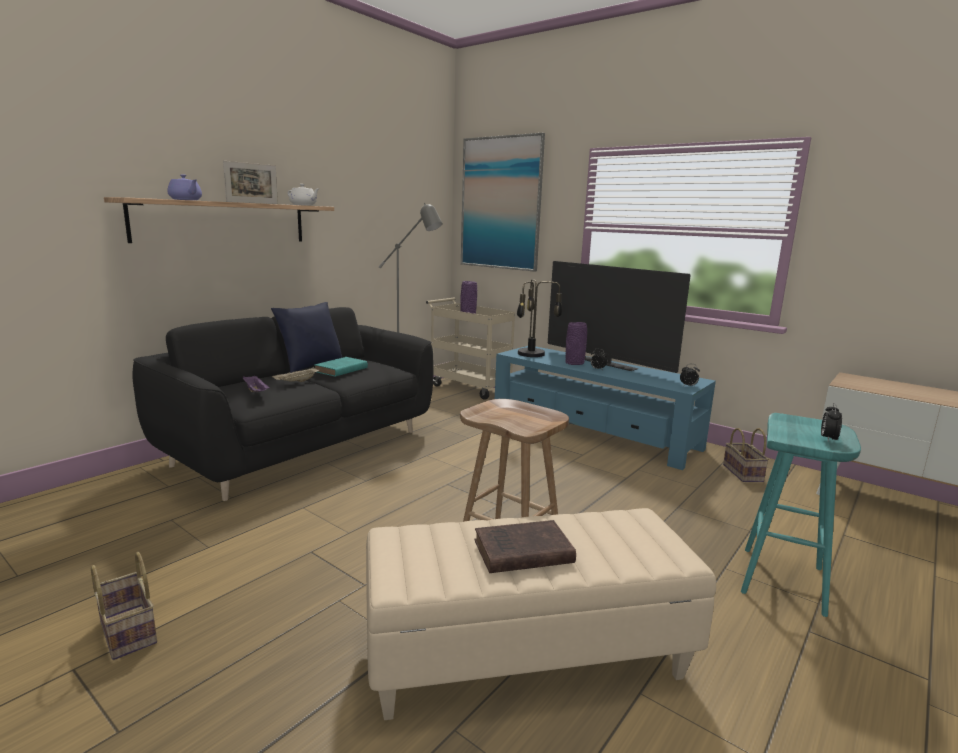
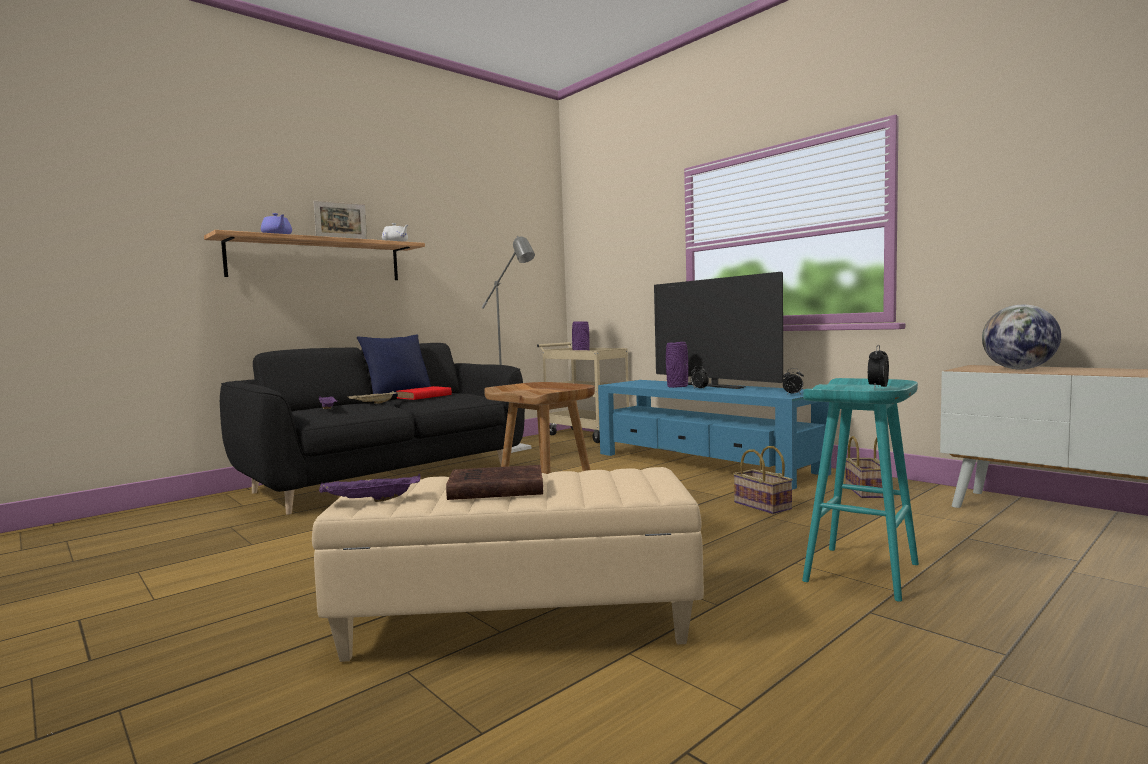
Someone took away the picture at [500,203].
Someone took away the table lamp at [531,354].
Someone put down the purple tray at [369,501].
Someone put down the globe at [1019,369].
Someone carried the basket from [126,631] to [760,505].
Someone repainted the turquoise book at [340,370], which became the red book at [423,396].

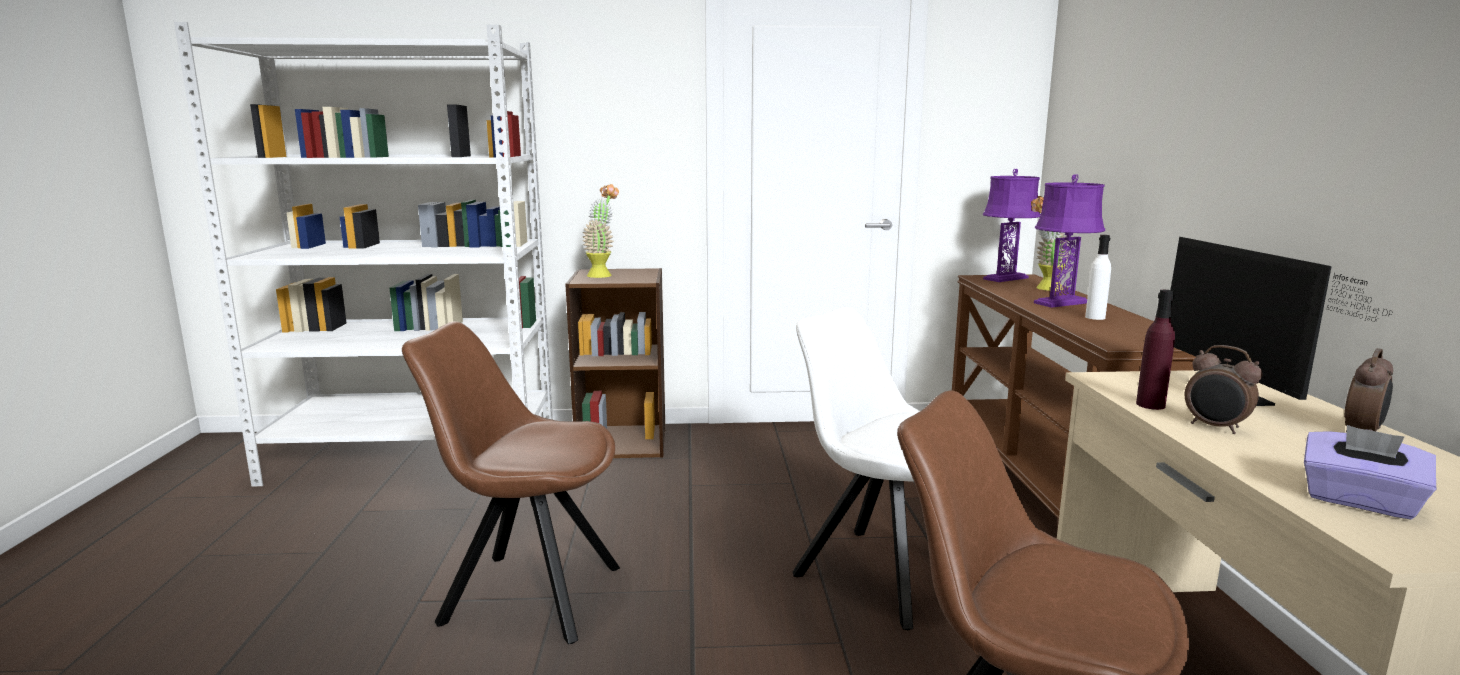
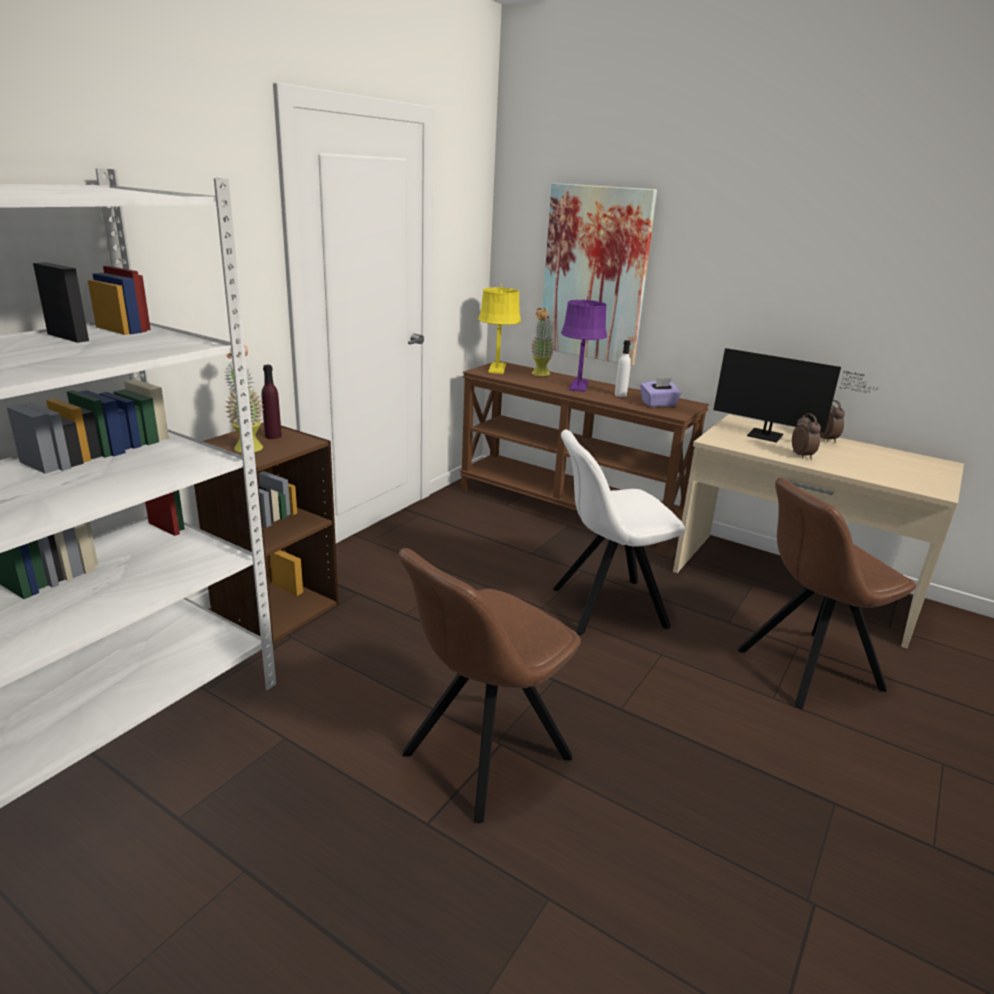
Someone put up the picture at [594,274].
Someone carried the purple bottle from [1150,405] to [273,436].
Someone carried the purple tissue box from [1359,501] to [659,404].
Someone repainted the purple table lamp at [1006,278], which became the yellow table lamp at [497,369].
Someone rotated the alarm clock at [1215,427] by 90 degrees counterclockwise.

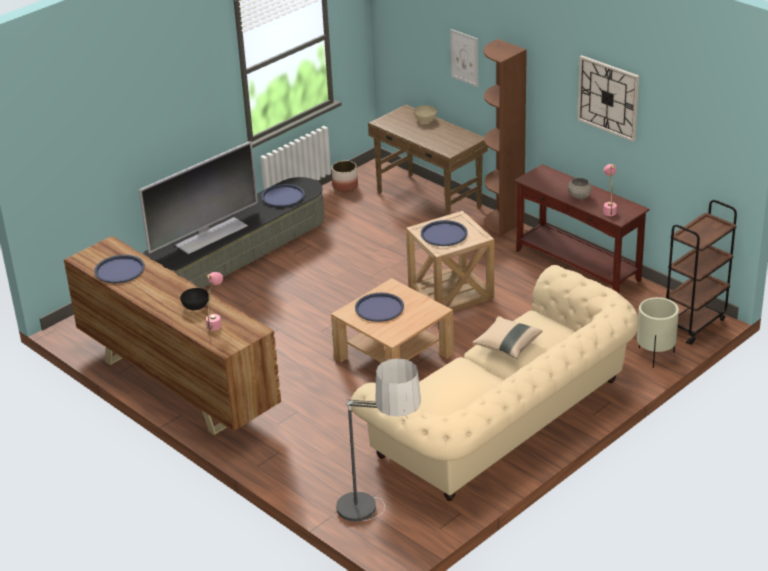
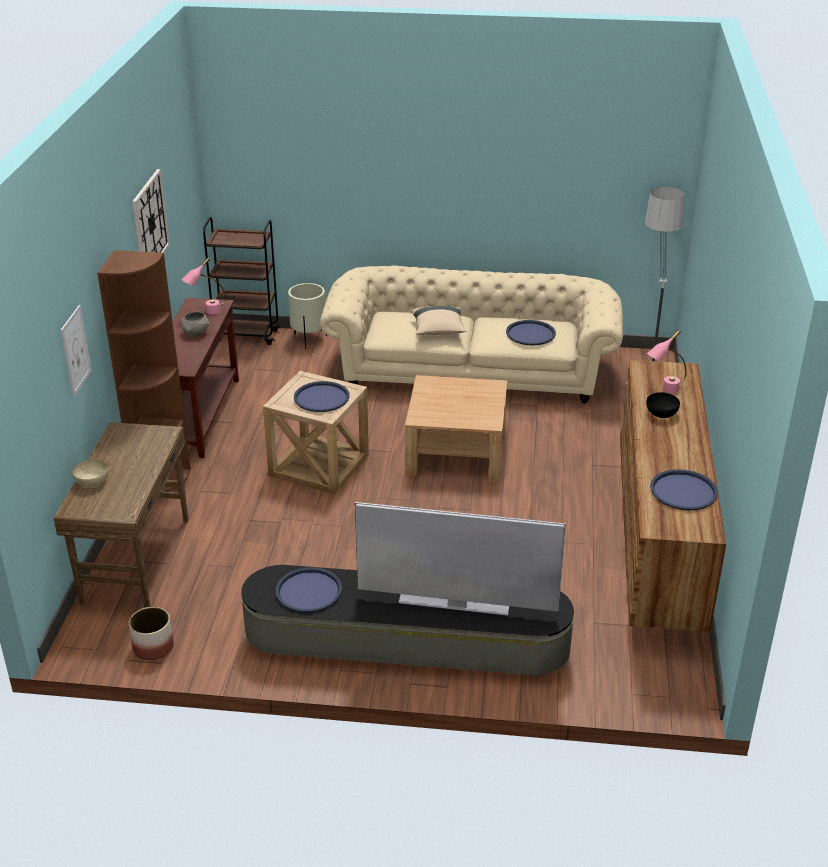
Someone carried the blue tray from [379,308] to [530,333].

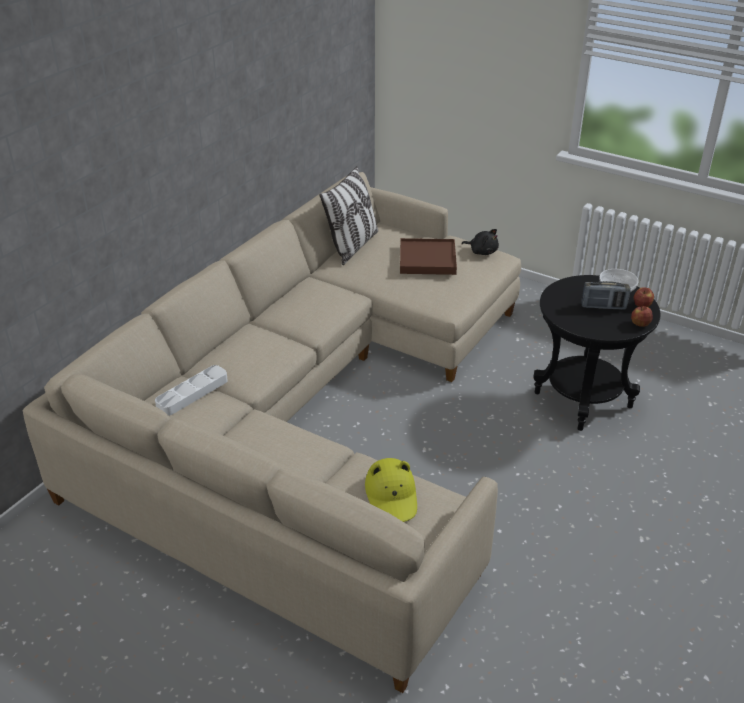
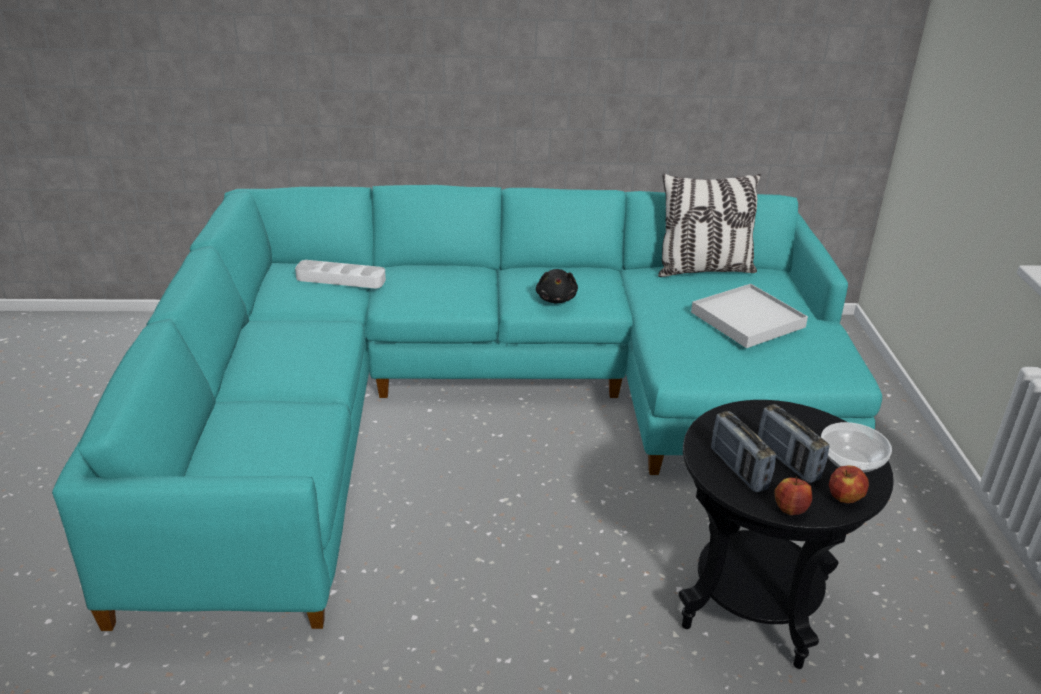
Someone took away the yellow hat at [392,496].
Someone put down the radio at [738,469].
Someone carried the black plush toy from [482,251] to [556,299].
Someone repainted the beige sofa at [313,417], which became the turquoise sofa at [478,402].
Someone repainted the brown tray at [427,259], which became the white tray at [748,320].

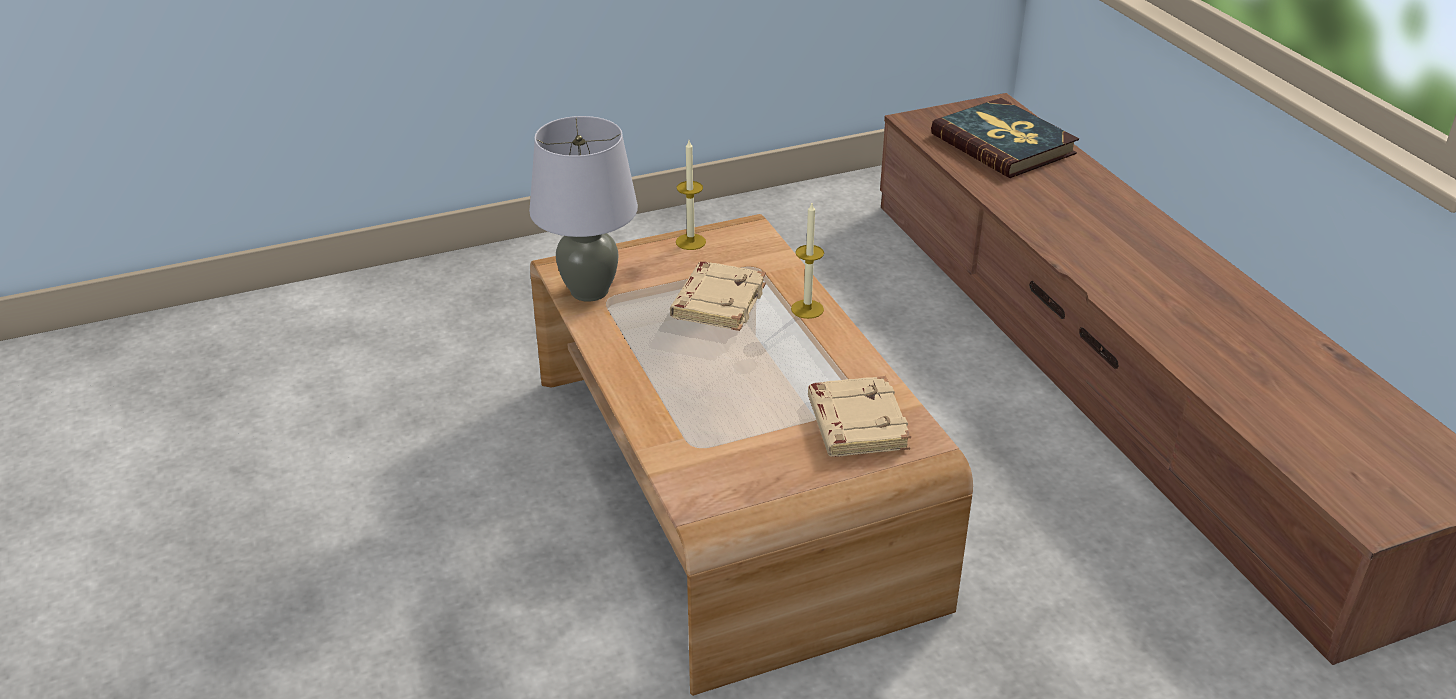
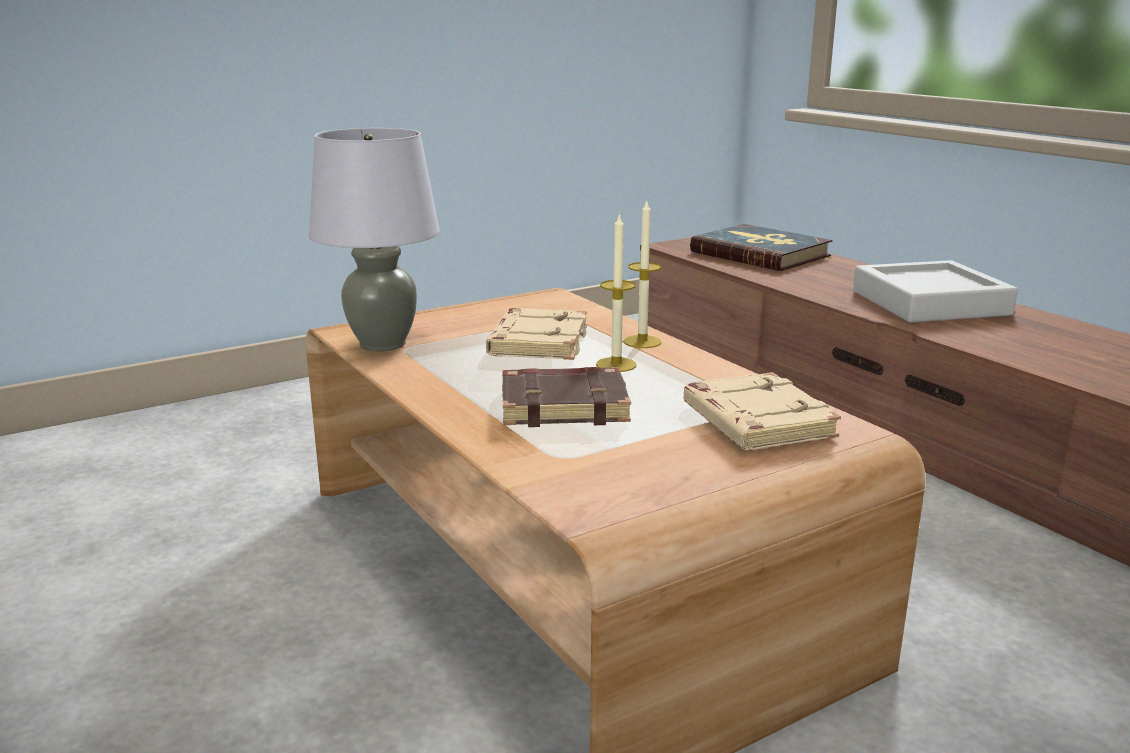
Someone put down the brown book at [565,406].
Someone put down the grey tray at [929,303].
Someone carried the candle from [690,242] to [616,364].

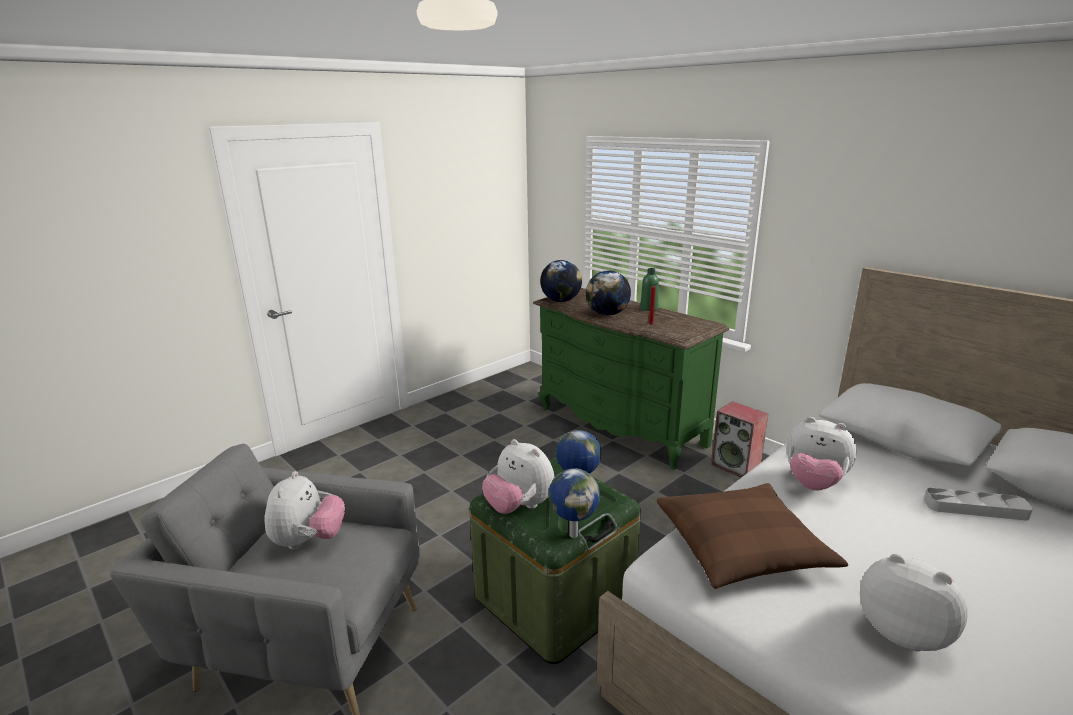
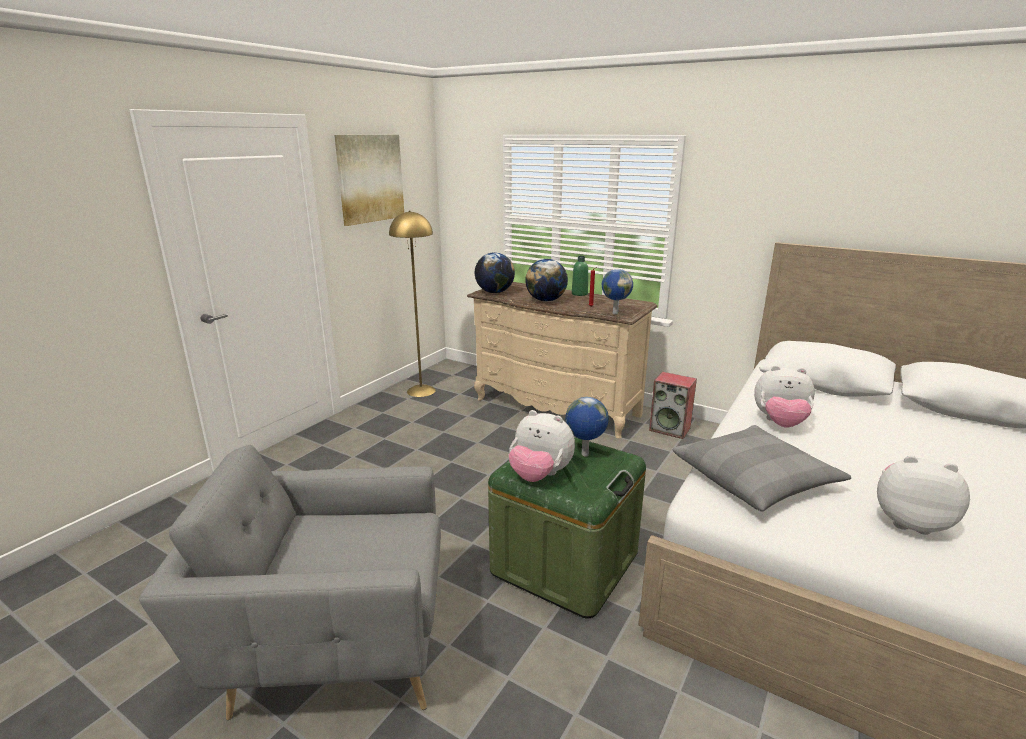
Someone took away the plush toy at [308,541].
Someone took away the grey tray at [975,508].
Someone put up the picture at [370,178].
Someone put down the yellow floor lamp at [421,391].
Someone carried the globe from [573,534] to [615,313].
Someone repainted the green dresser at [619,427], which became the beige dresser at [556,408].
Someone repainted the brown pillow at [742,547], which became the grey pillow at [754,479].

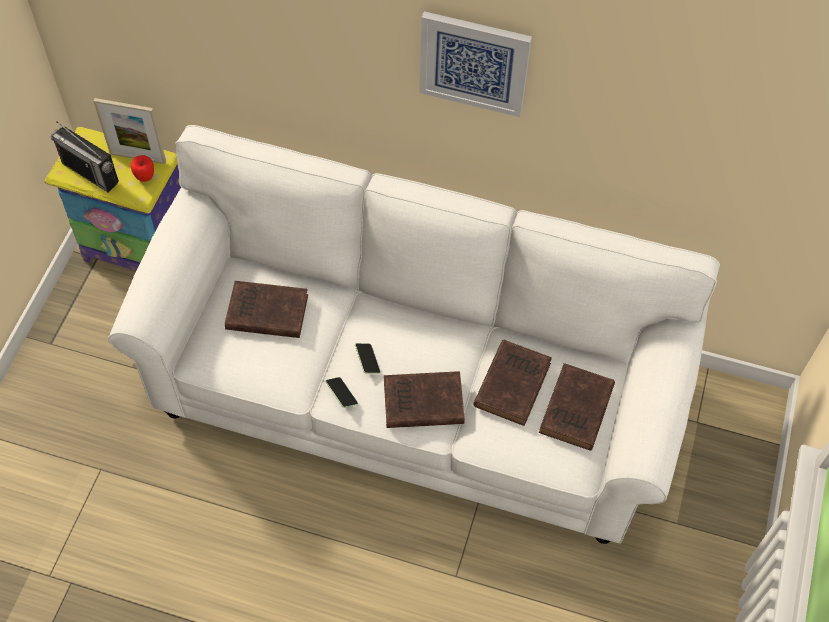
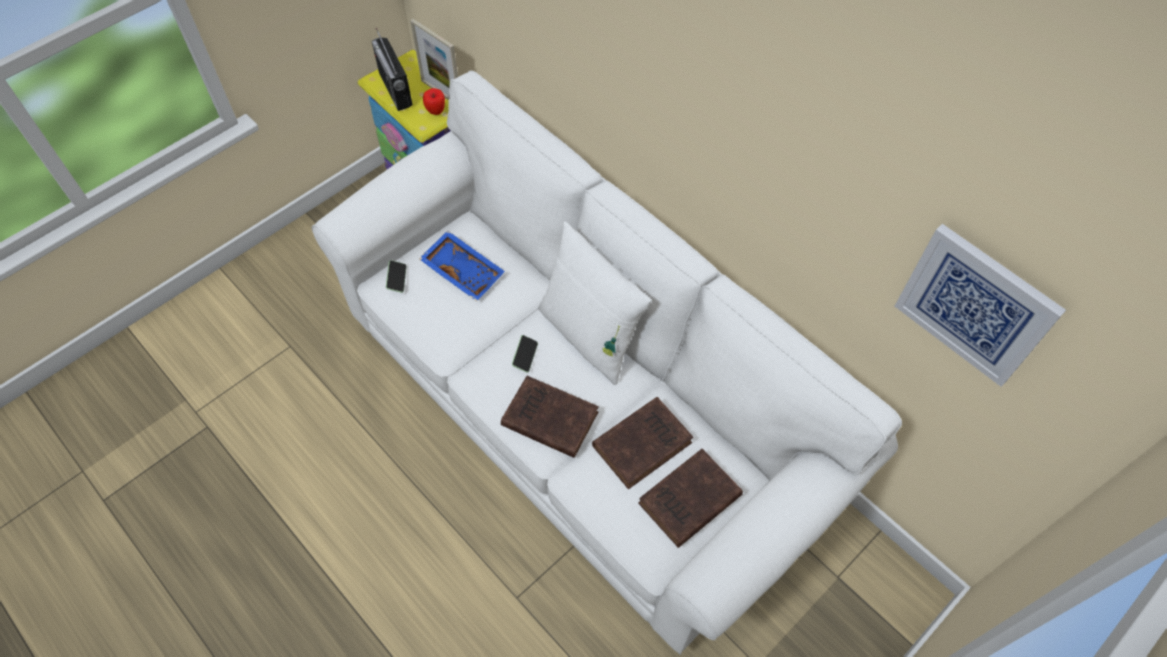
Someone put down the white pillow at [589,335].
Someone carried the phone from [341,395] to [397,279].
Someone carried the picture from [474,62] to [975,305].
Someone swapped the brown book at [265,312] for the blue tray at [464,270].

